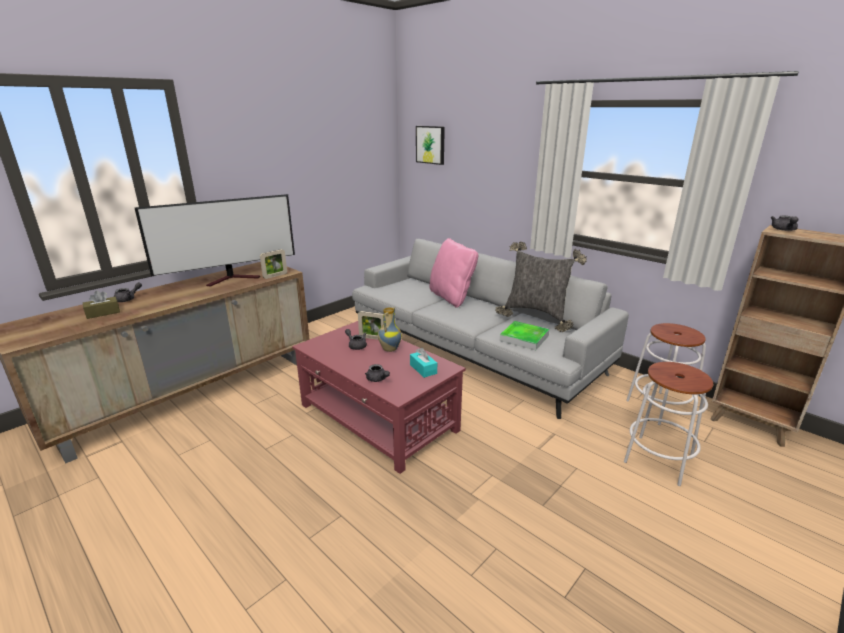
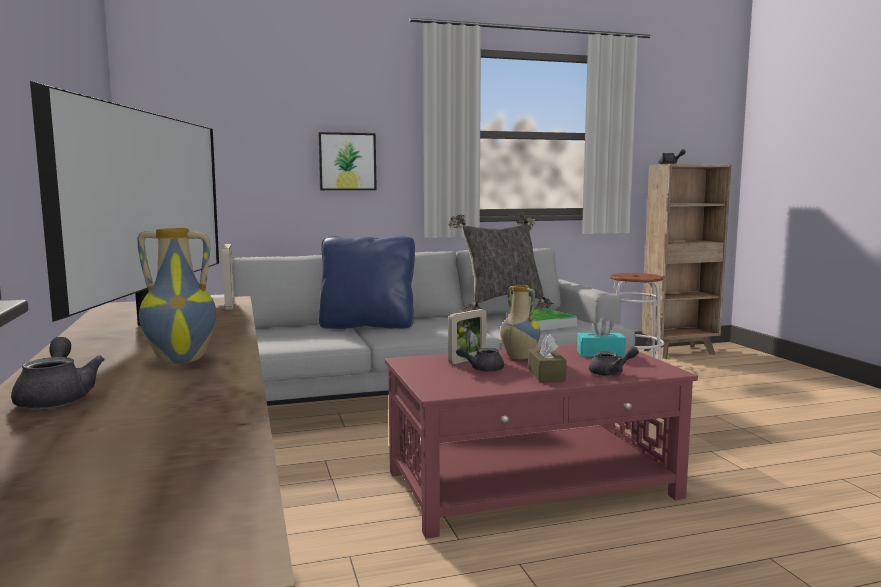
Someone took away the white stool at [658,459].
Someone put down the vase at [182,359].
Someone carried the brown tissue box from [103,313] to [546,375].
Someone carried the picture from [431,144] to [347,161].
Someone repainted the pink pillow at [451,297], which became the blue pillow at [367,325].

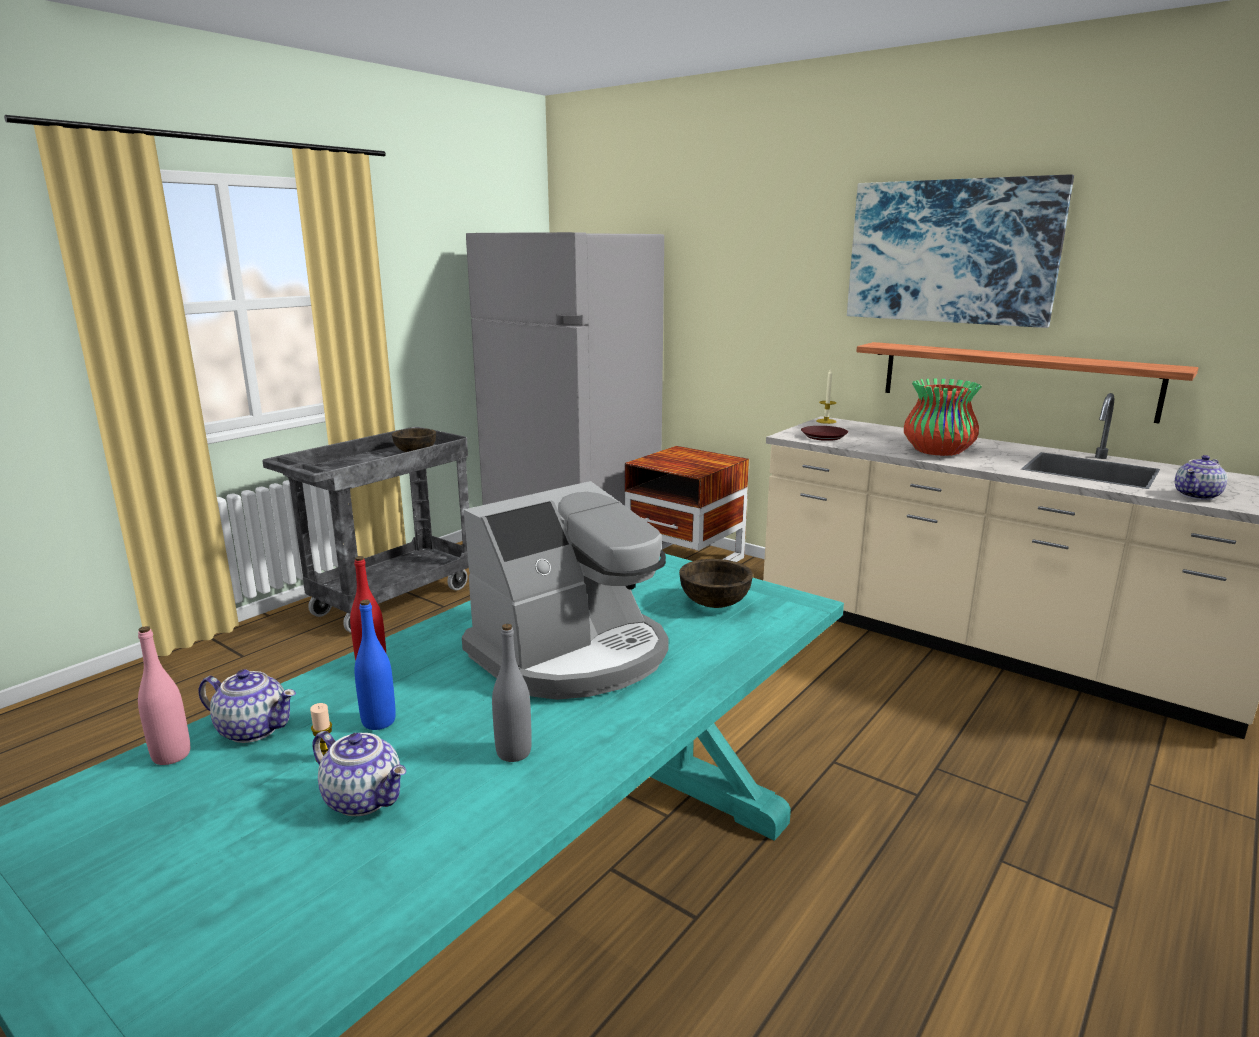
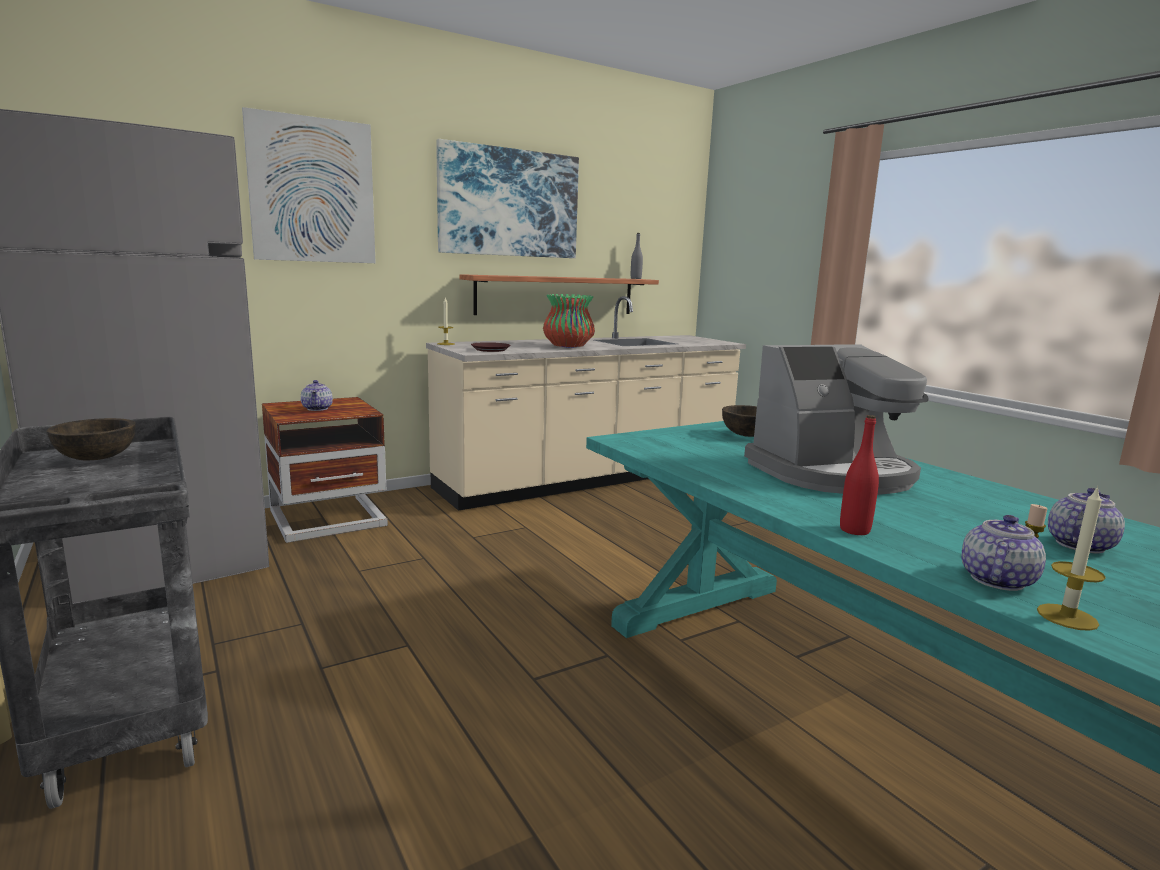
Someone took away the blue bottle at [378,721].
Someone put up the picture at [312,190].
Someone carried the grey bottle from [513,752] to [636,278].
Someone carried the teapot from [1197,495] to [317,408].
Someone swapped the pink bottle at [171,755] for the candle at [1067,617].
Someone rotated the coffee machine at [572,655] by 90 degrees clockwise.

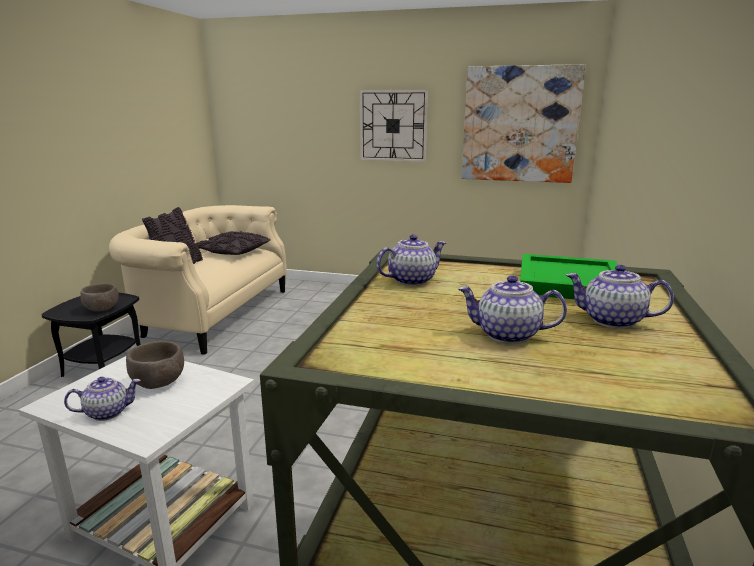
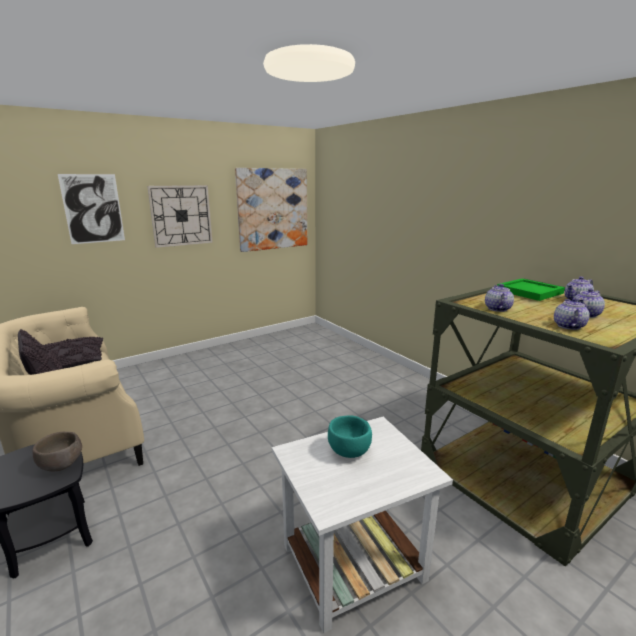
Someone put up the picture at [93,209].
Someone carried the teapot from [108,412] to [568,326].
Someone repainted the brown bowl at [158,383], which became the turquoise bowl at [349,452].

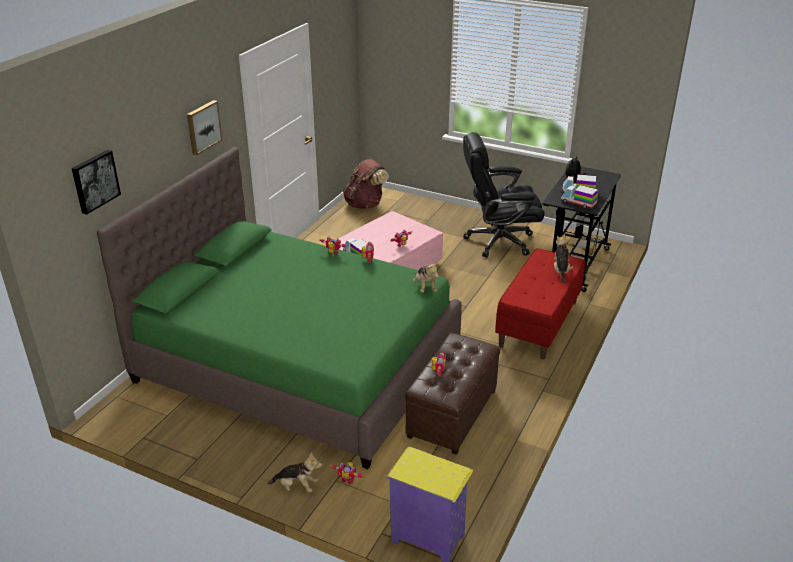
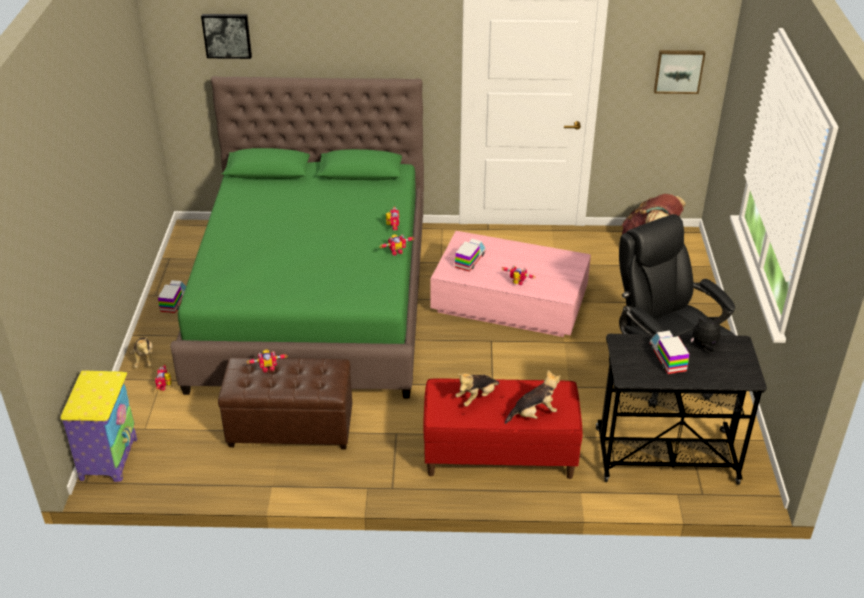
Someone carried the picture from [203,127] to [678,71].
Someone carried the plush toy from [425,287] to [476,397].
Someone carried the toy truck from [578,203] to [174,302].

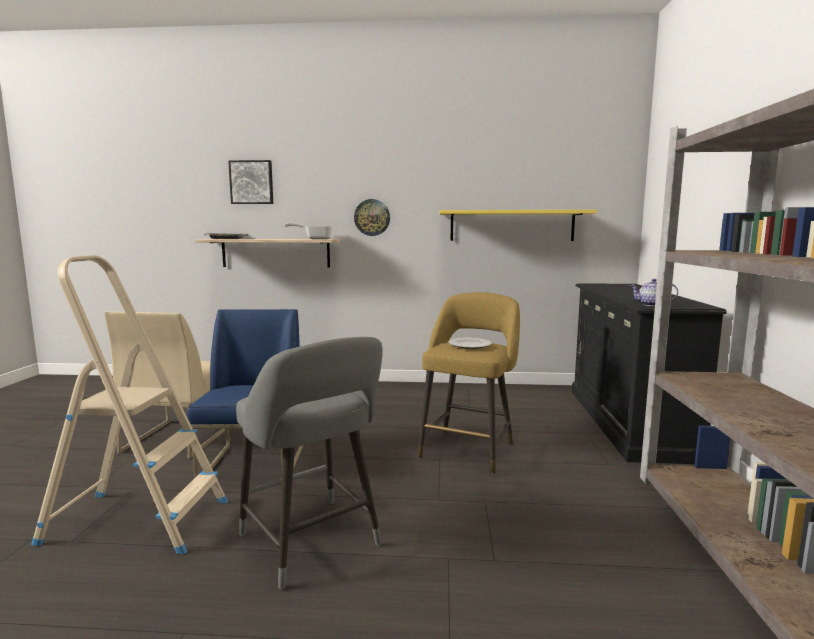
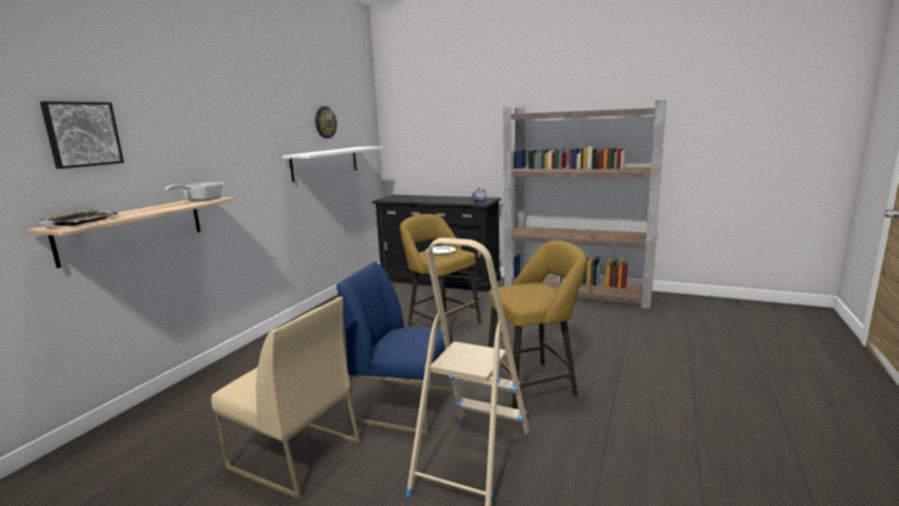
Someone carried the wall clock from [372,217] to [325,122].
Someone repainted the grey stool at [313,544], which became the yellow stool at [534,384].
Someone repainted the yellow shelf at [511,226], which became the white shelf at [325,163].

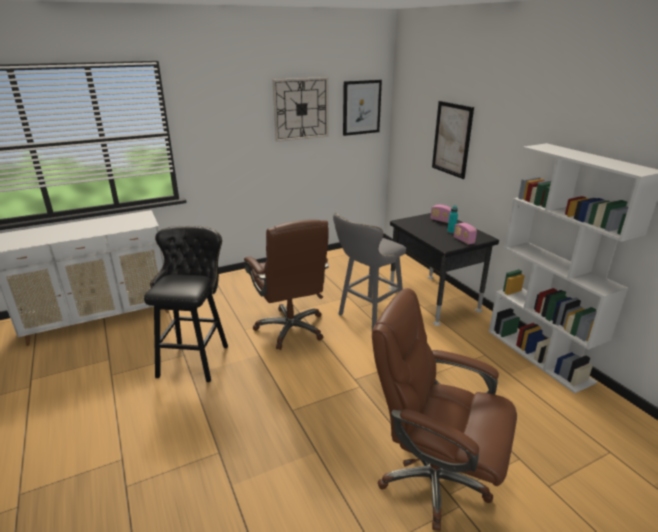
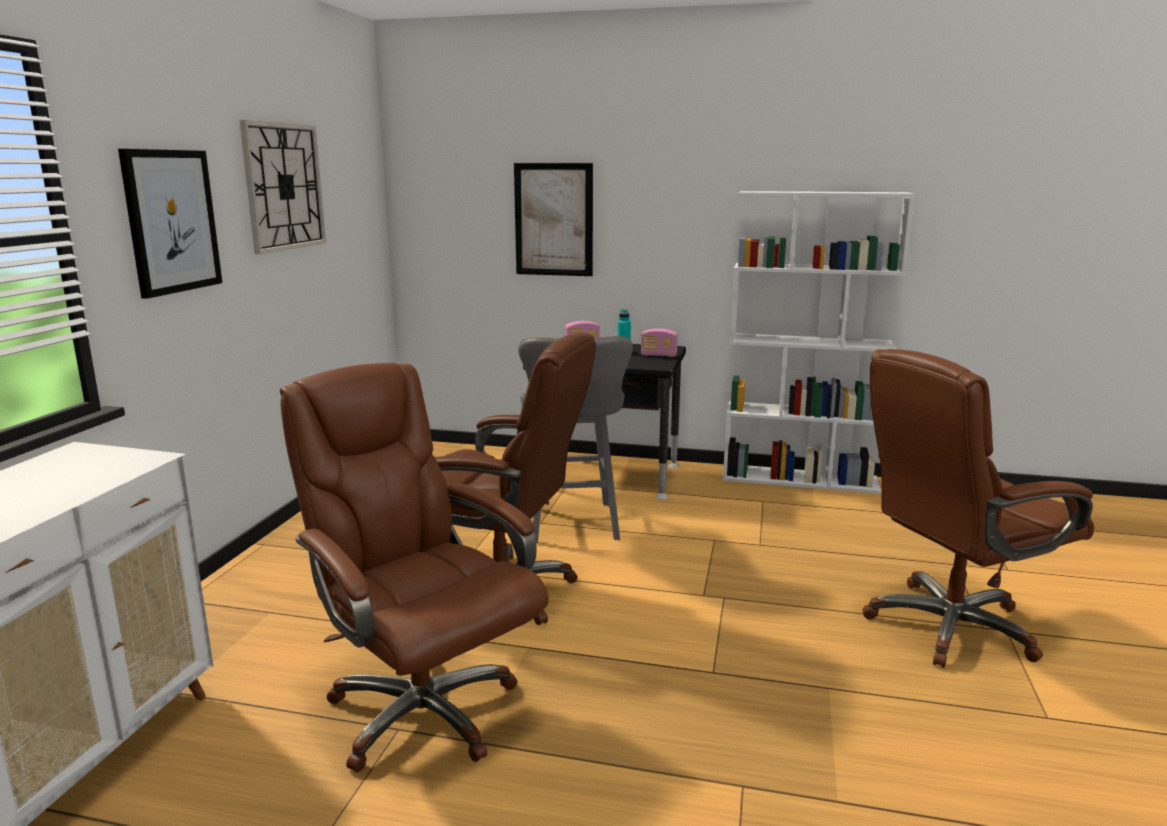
Someone carried the picture from [361,107] to [171,221].
Someone swapped the black stool at [196,355] for the brown office chair at [425,713].

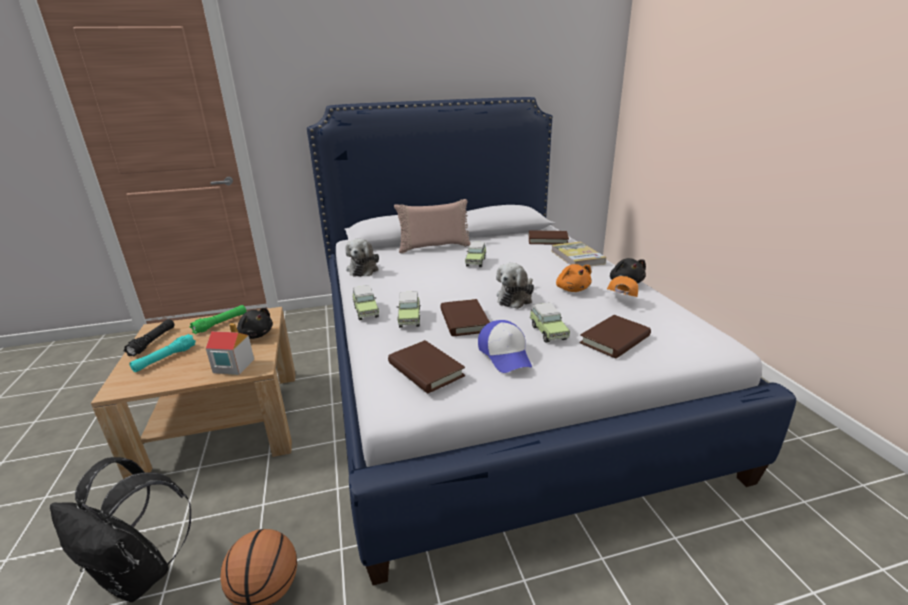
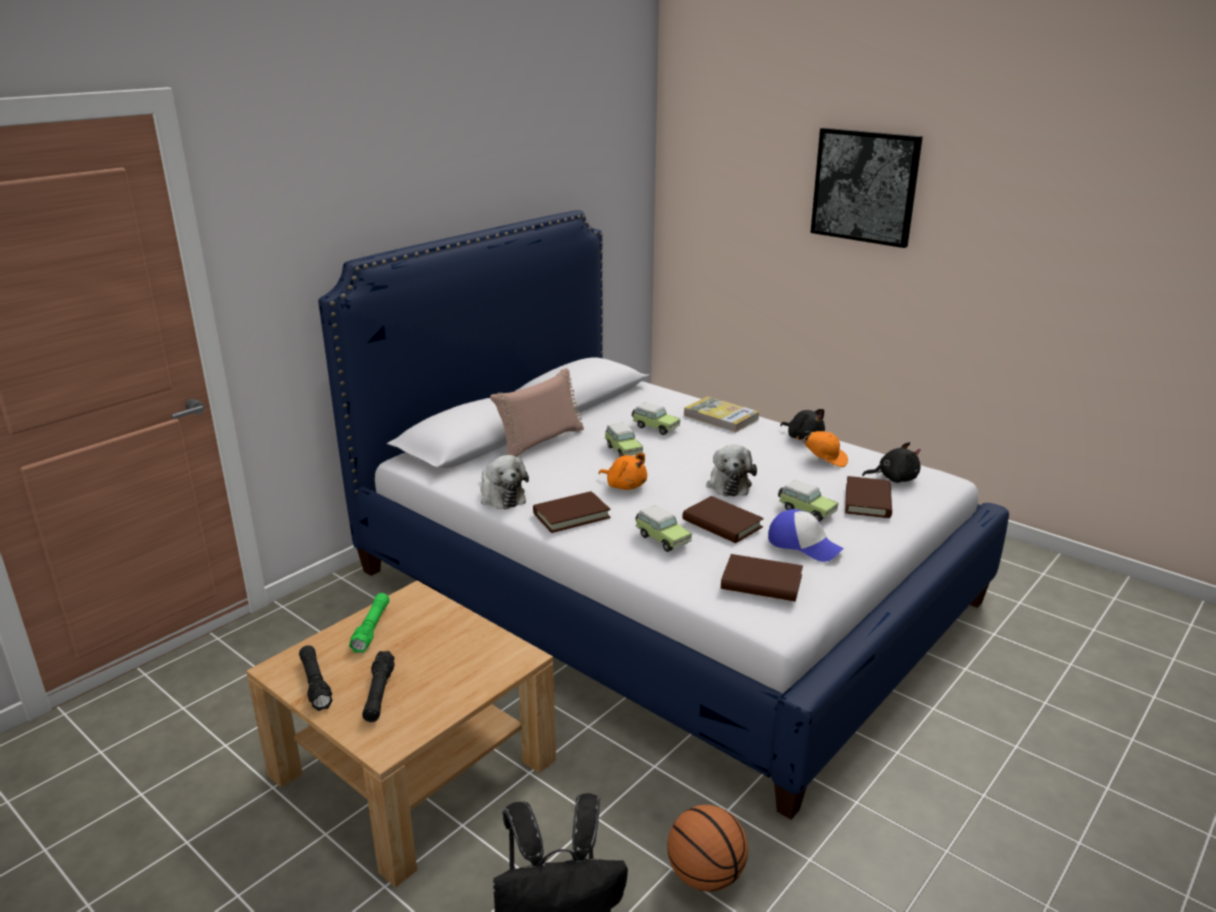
Someone took away the toy house at [233,366].
Someone put up the picture at [865,186].
Someone carried the black plush toy from [255,335] to [894,478].
Someone carried the toy car from [366,311] to [654,427].
Someone carried the brown book from [548,240] to [571,515].
Someone carried the orange plush toy from [572,289] to [625,485].
Someone repainted the turquoise flashlight at [165,358], which became the black flashlight at [379,694].
Someone rotated the orange cap at [620,301] by 120 degrees clockwise.

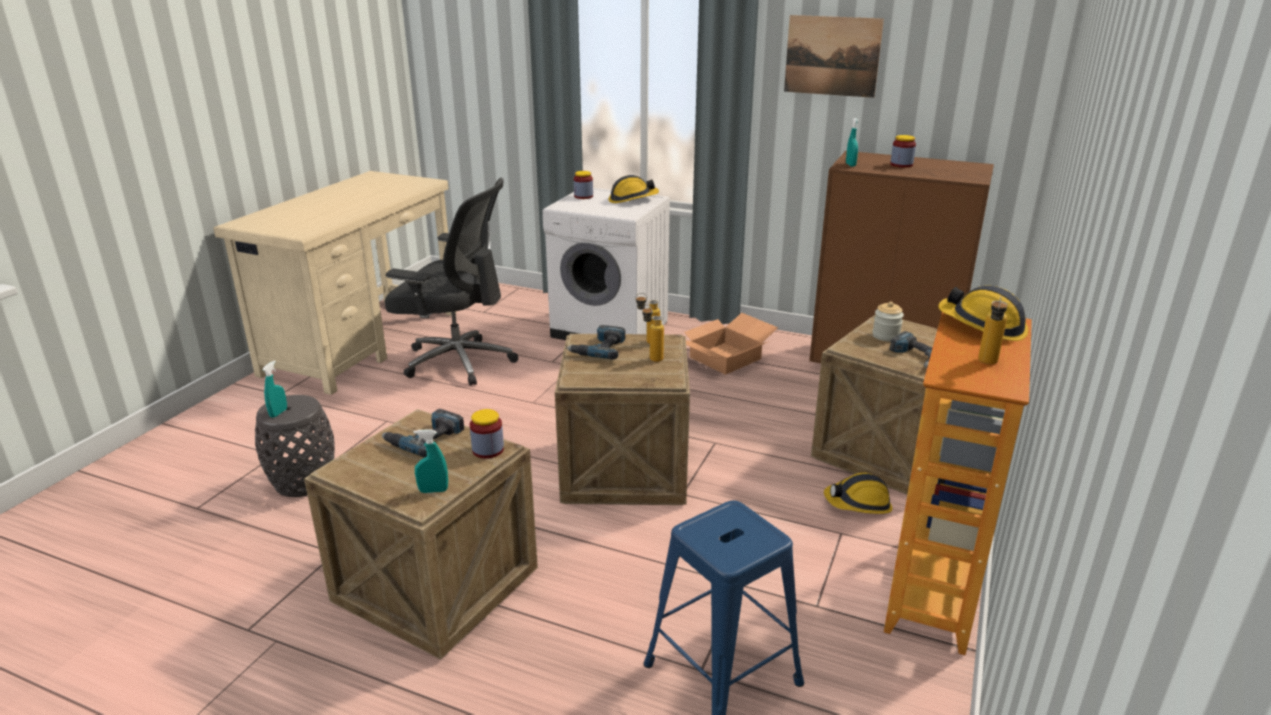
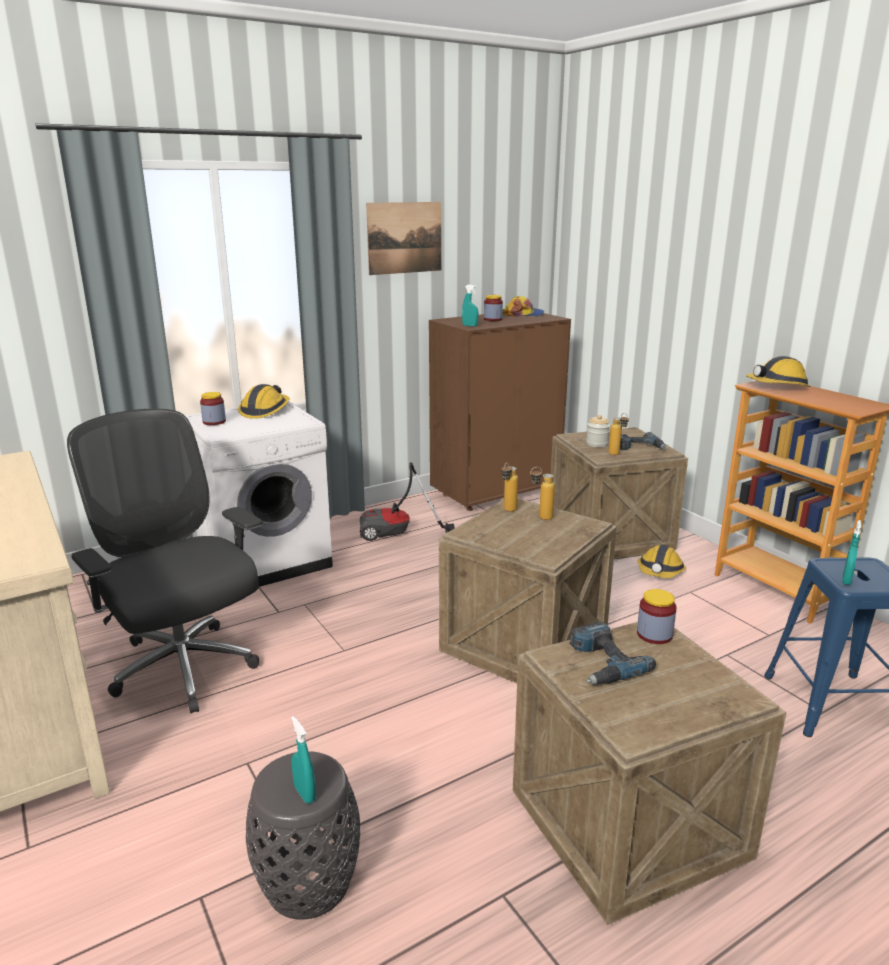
Someone took away the power drill at [599,348].
Someone put down the cap at [523,314].
Someone carried the turquoise spray bottle from [433,491] to [846,580].
Someone carried the bottle from [987,364] to [617,455].
Someone swapped the cardboard box at [725,357] for the vacuum cleaner at [398,535].
Someone rotated the office chair at [456,362] by 90 degrees counterclockwise.

